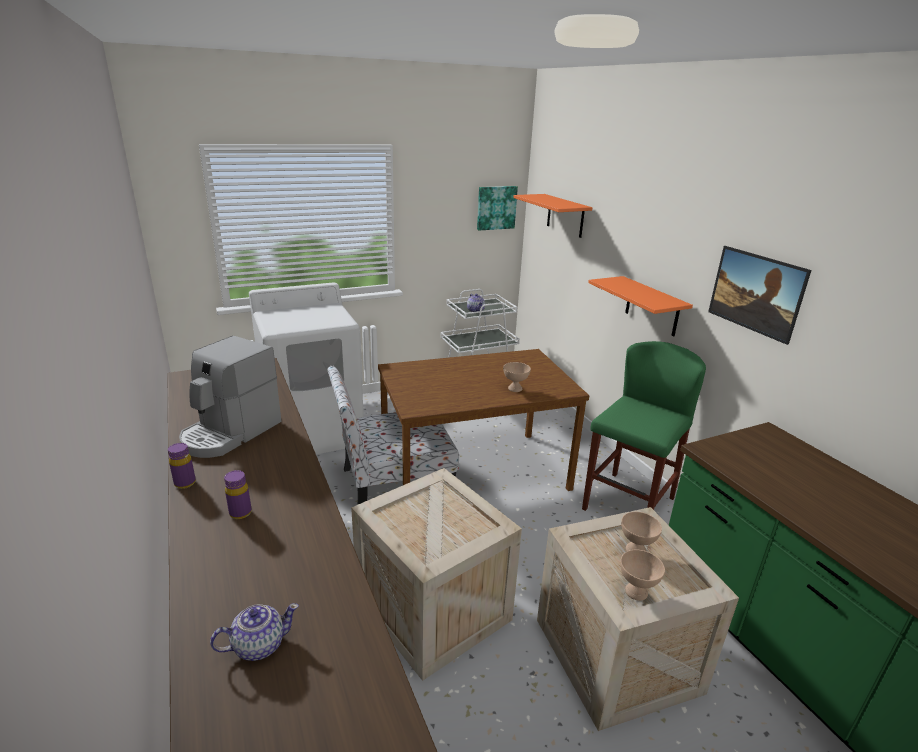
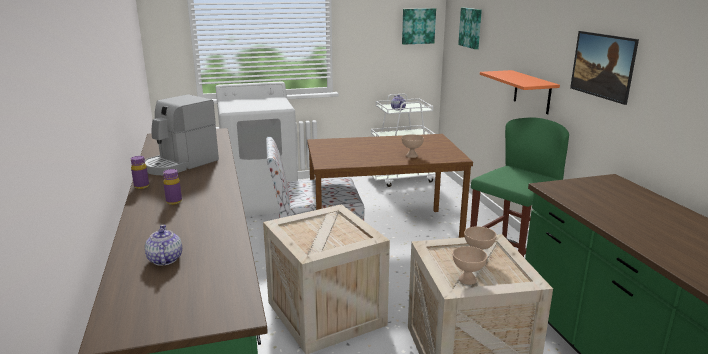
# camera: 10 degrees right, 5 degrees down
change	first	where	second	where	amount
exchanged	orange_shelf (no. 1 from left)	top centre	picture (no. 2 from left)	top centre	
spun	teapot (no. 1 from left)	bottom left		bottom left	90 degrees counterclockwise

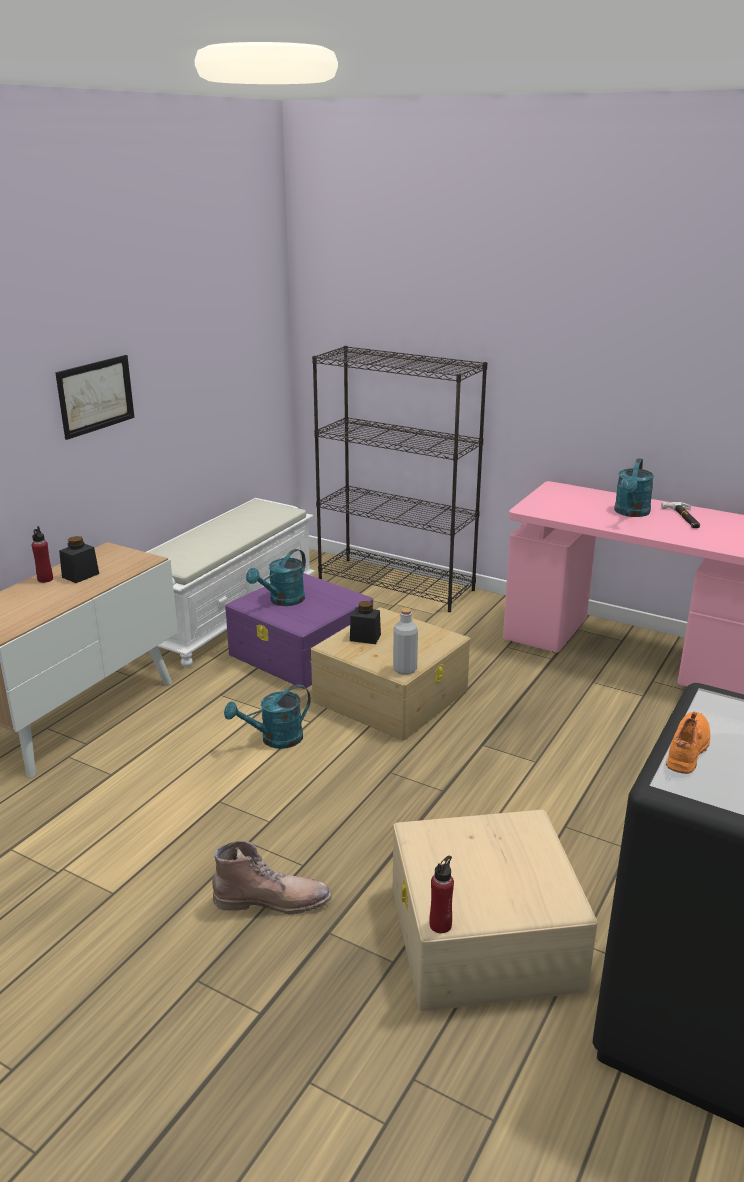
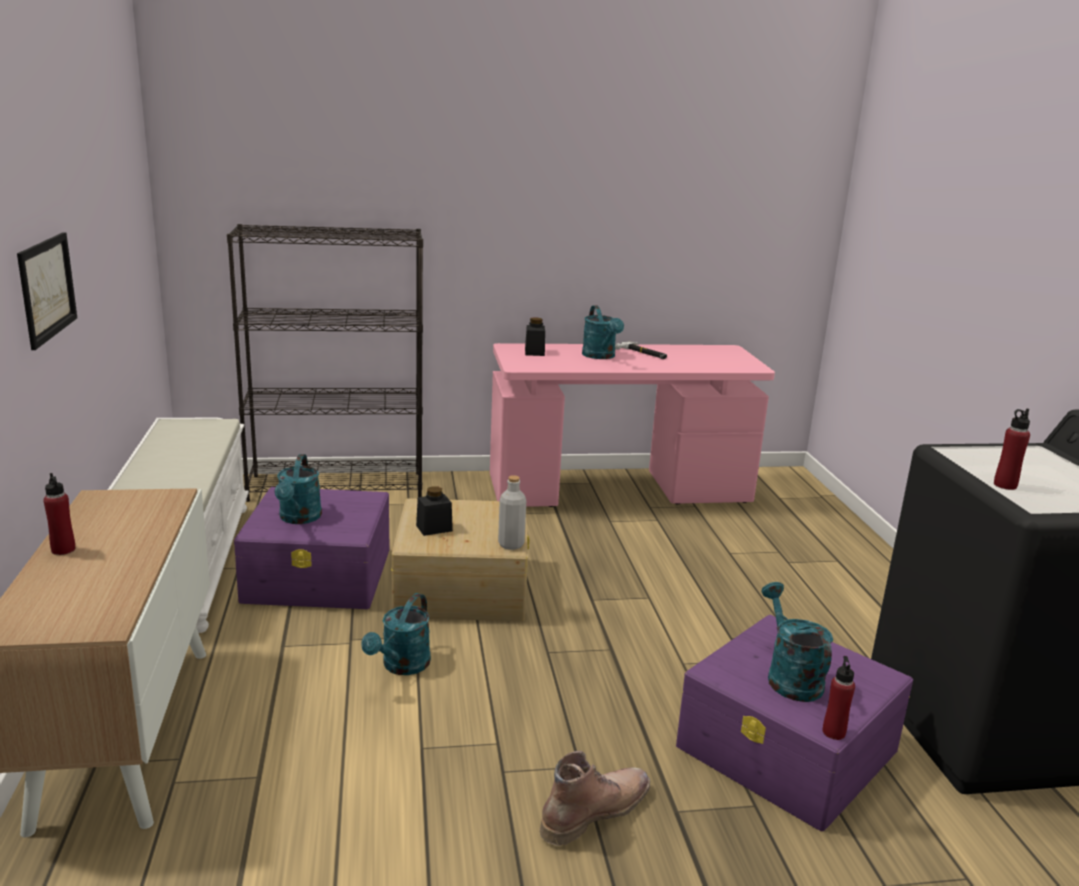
# camera: 40 degrees left, 5 degrees down
change	first	where	second	where	amount
relocated	black_jar (no. 1 from left in the first image)	middle left	black_jar (no. 2 from left)	centre	
exchanged	orange_shoe	middle right	red_bottle (no. 3 from left)	middle right	
colour	beige_storage_box (no. 2 from left)	bottom centre	purple_storage_box (no. 2 from left)	bottom right	
appeared			turquoise_watering_can (no. 4 from left)	bottom right	

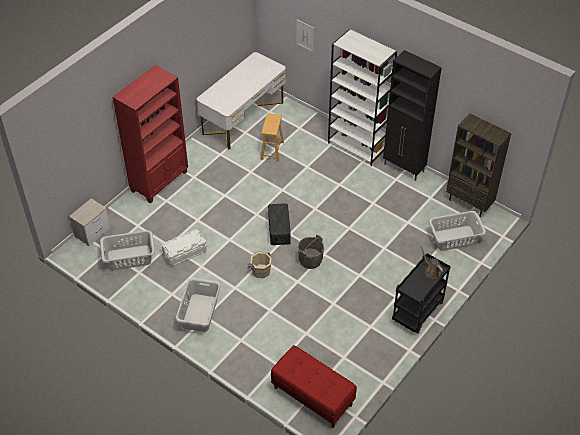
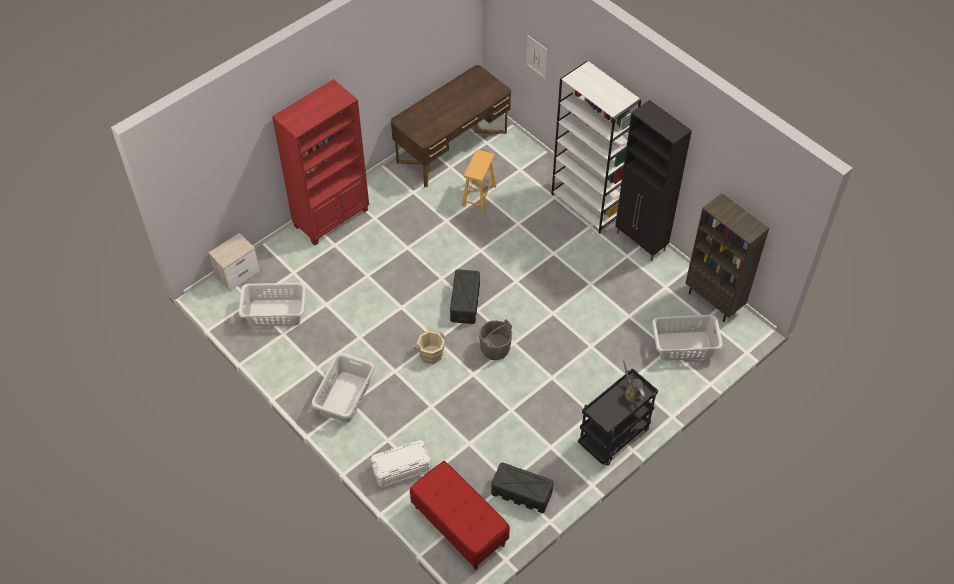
# camera: 10 degrees right, 5 degrees up
change	first	where	second	where	amount
colour	white_desk	top centre	brown_desk	top centre	
relocated	white_storage_box	middle left		bottom centre	
appeared			black_storage_box (no. 2 from left)	bottom centre	

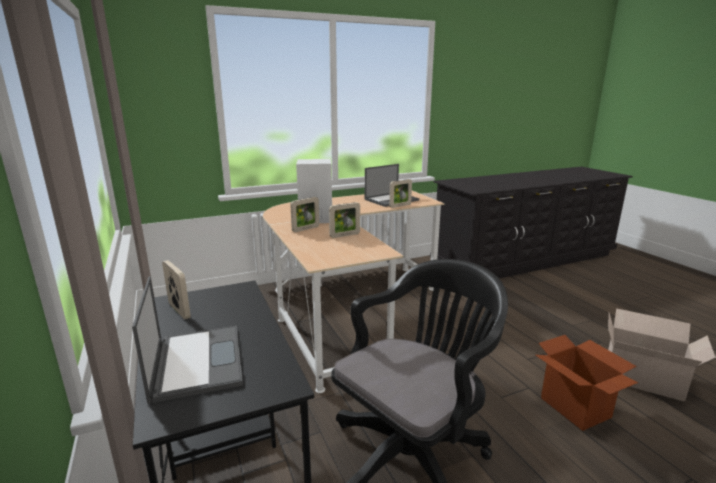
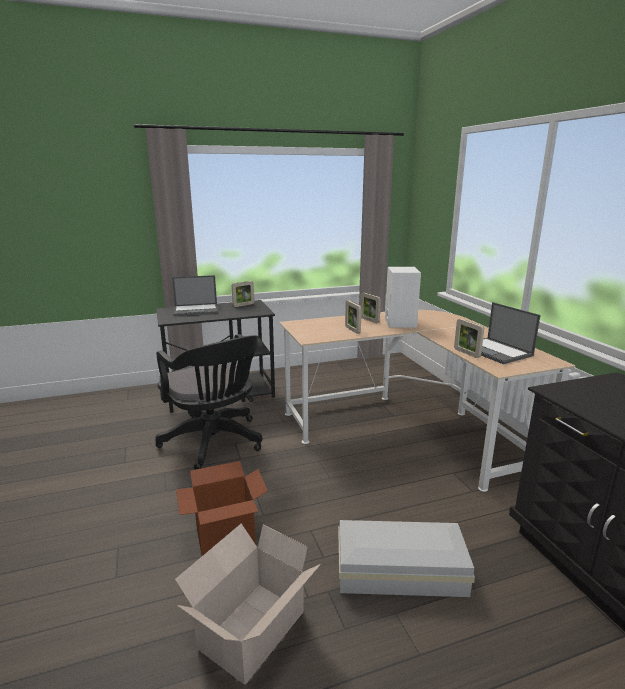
# camera: 95 degrees right, 0 degrees up
change	first	where	second	where	amount
appeared			white_storage_box	bottom centre	

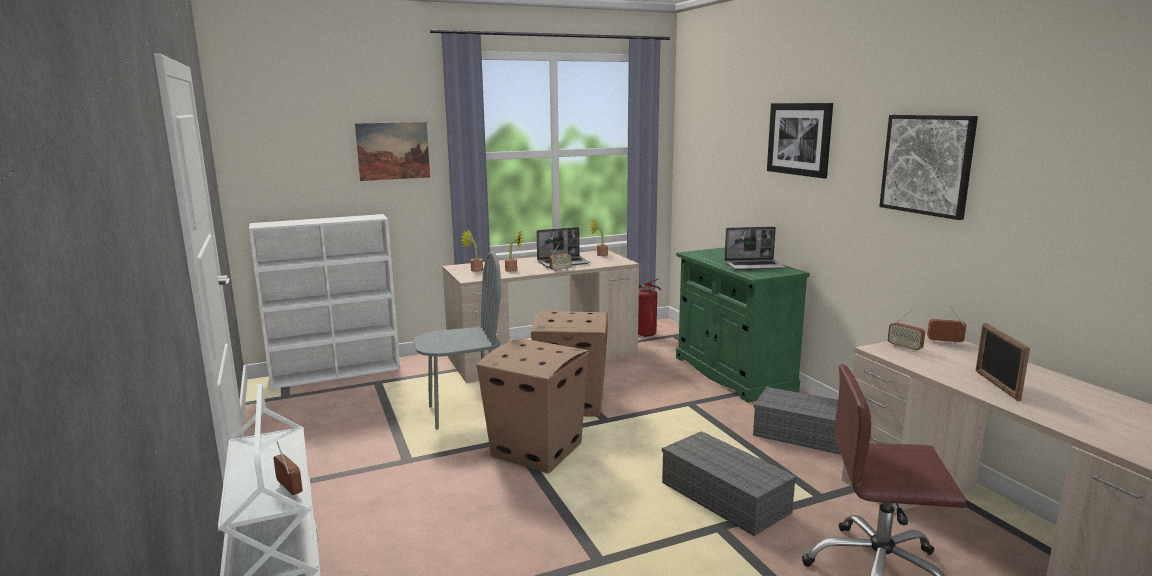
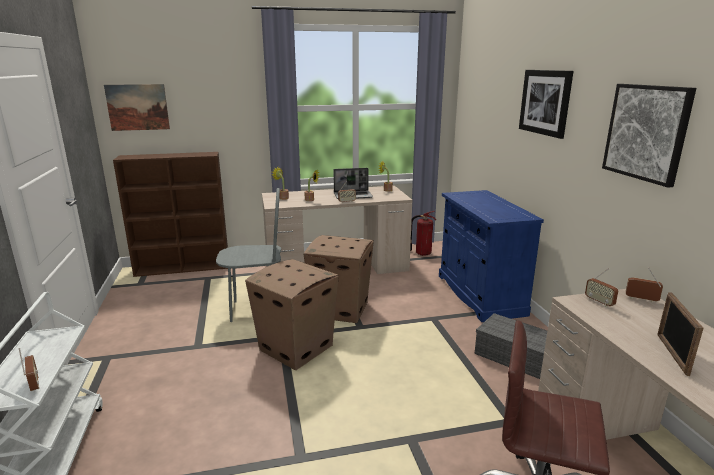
# camera: 10 degrees right, 5 degrees up
change	first	where	second	where	amount
relocated	picture (no. 1 from left)	top centre		top left	
colour	white_bookcase	middle left	brown_bookcase	middle left	
missing	laptop (no. 2 from left)	centre			
colour	green_cabinet	centre	blue_cabinet	middle right	
missing	grey_storage_box (no. 1 from left)	bottom centre			

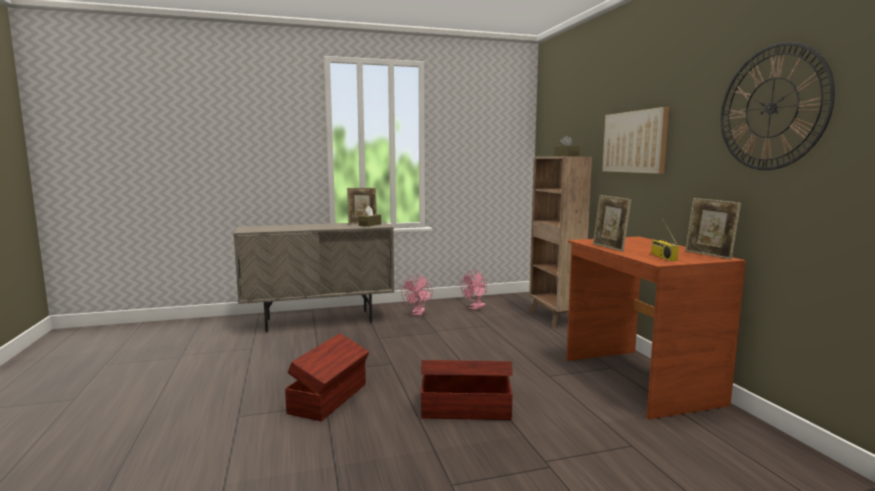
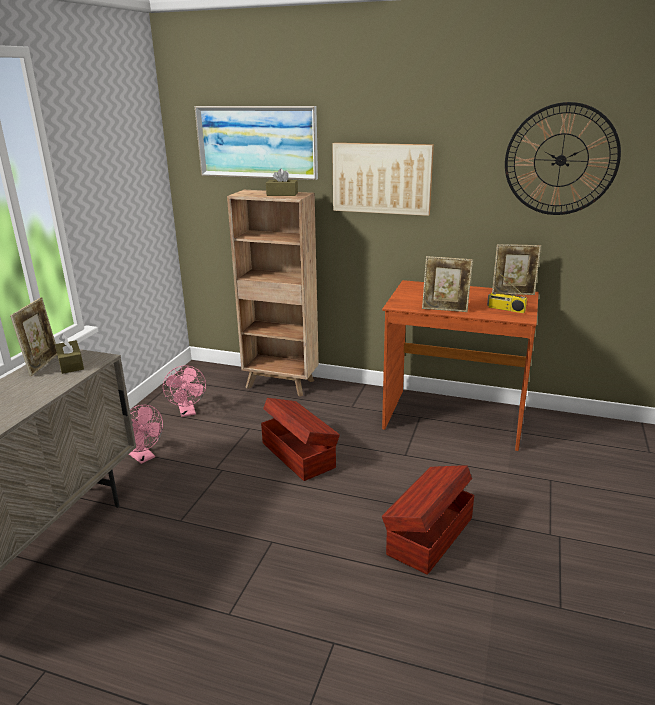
# camera: 55 degrees left, 15 degrees up
change	first	where	second	where	amount
relocated	brown_storage_box (no. 1 from left)	bottom centre		centre	
appeared			picture (no. 1 from left)	top centre	

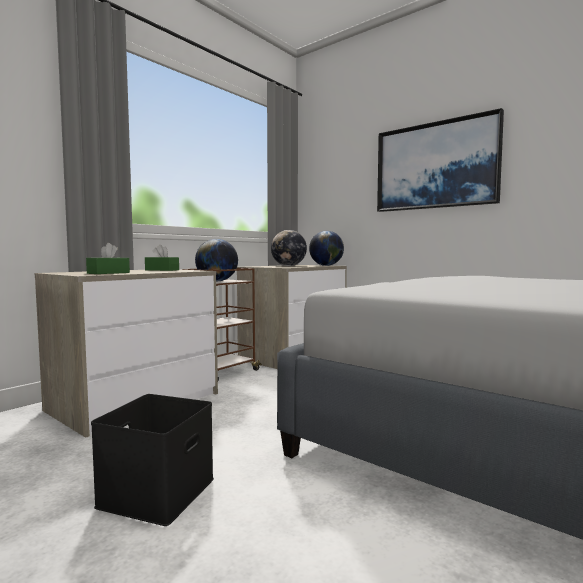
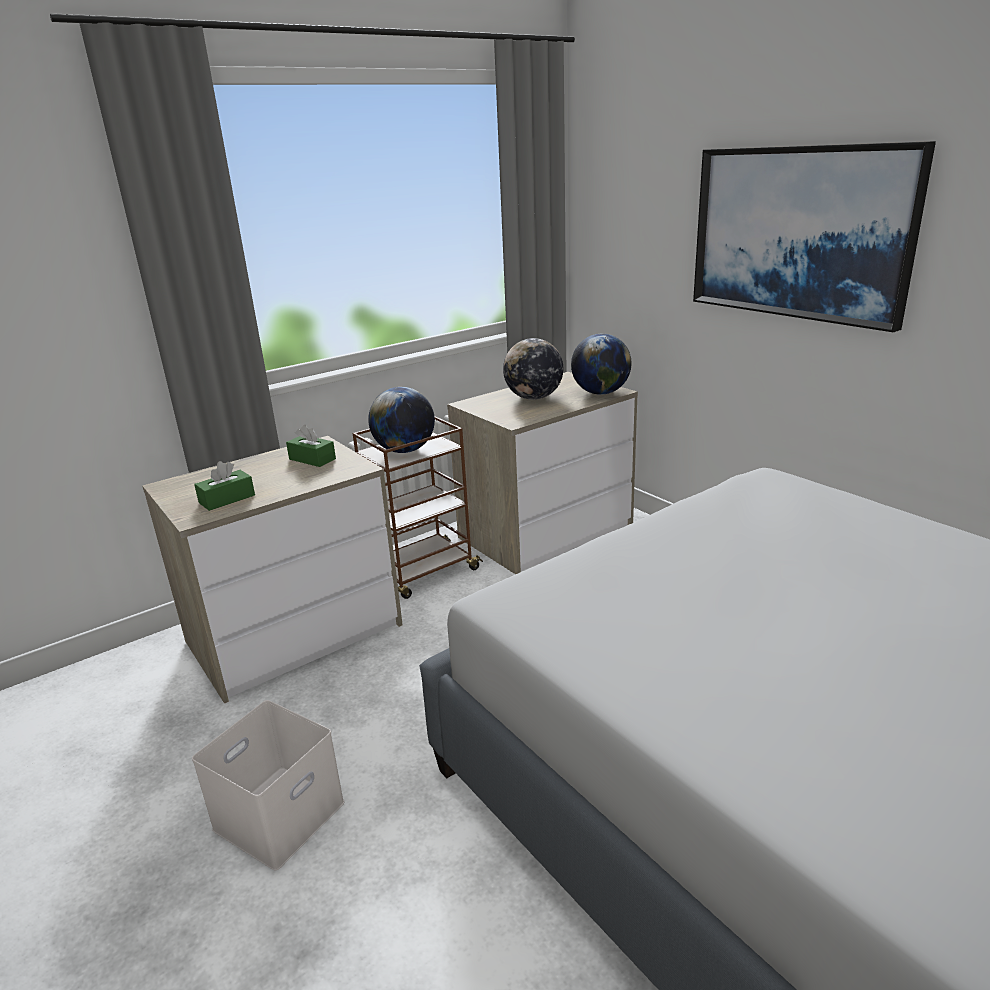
# camera: 15 degrees right, 20 degrees up
change	first	where	second	where	amount
colour	black_storage_box	bottom left	white_storage_box	bottom left	

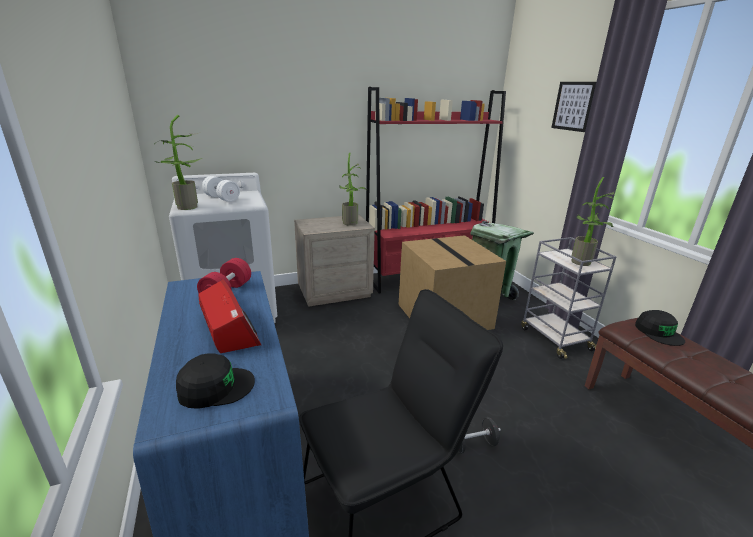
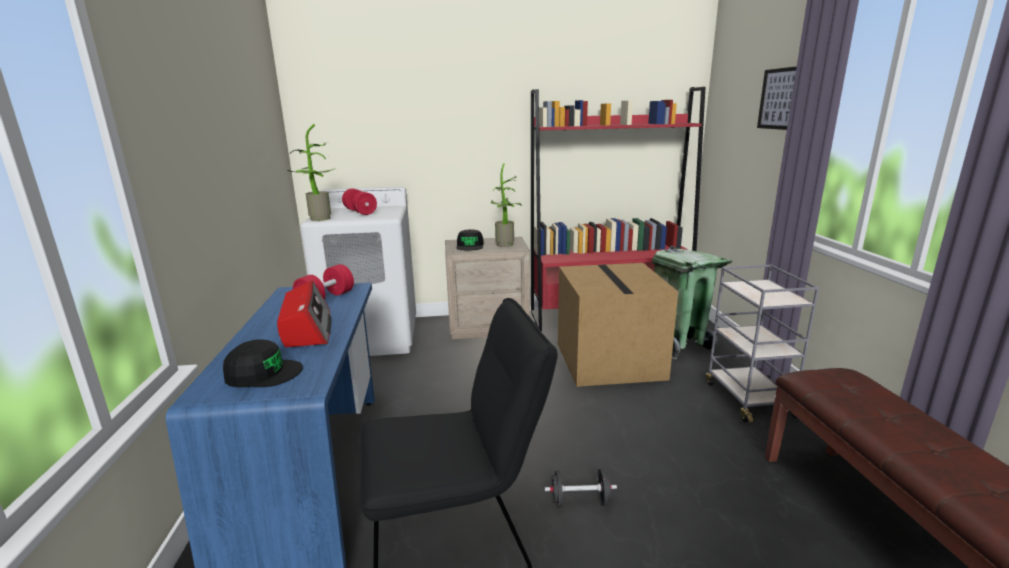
# camera: 15 degrees right, 5 degrees down
change	first	where	second	where	amount
colour	white_dumbbell	middle left	red_dumbbell (no. 2 from left)	centre	
missing	potted_plant (no. 3 from left)	middle right			
relocated	black_cap (no. 2 from left)	middle right		centre	

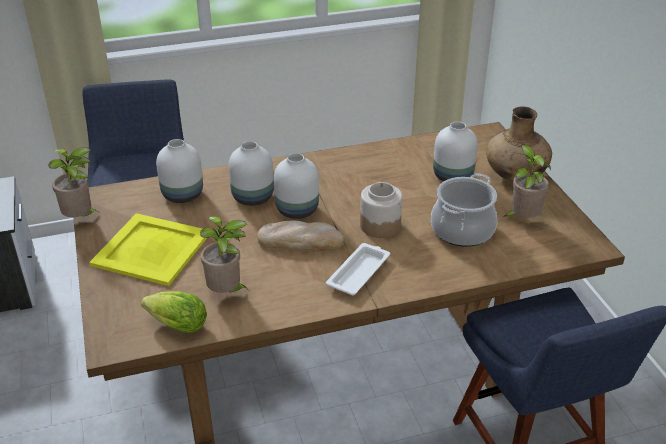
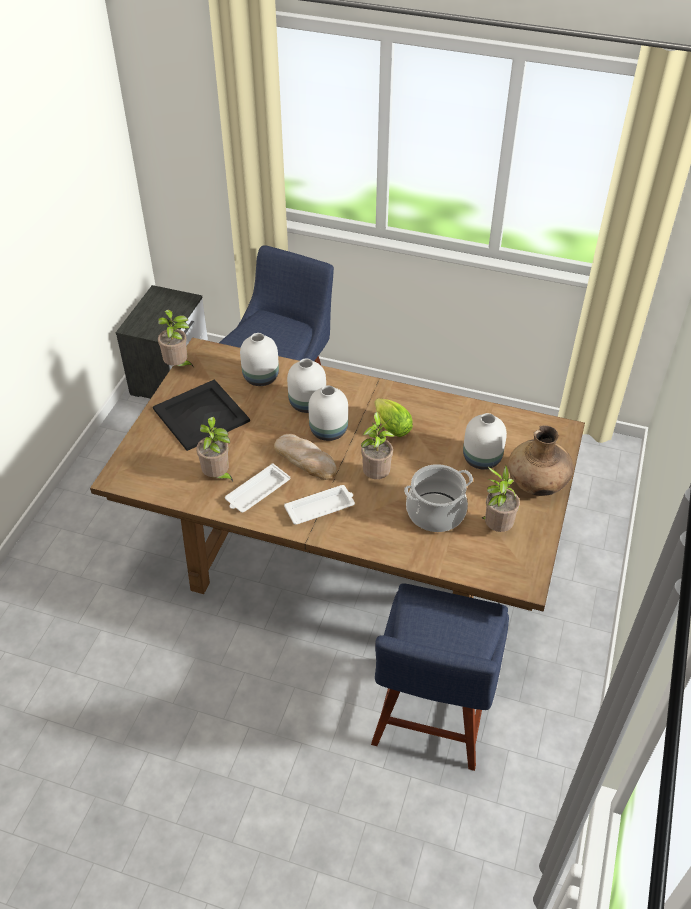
# camera: 35 degrees right, 10 degrees up
change	first	where	second	where	amount
exchanged	jar	centre	potted_plant (no. 3 from left)	centre	
colour	yellow_tray	middle left	black_tray	middle left	
relocated	lettuce	bottom left		centre	
appeared			white_tray (no. 1 from left)	centre	

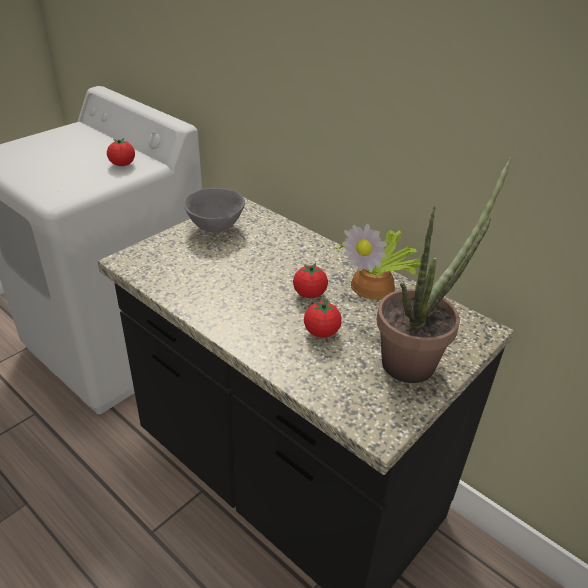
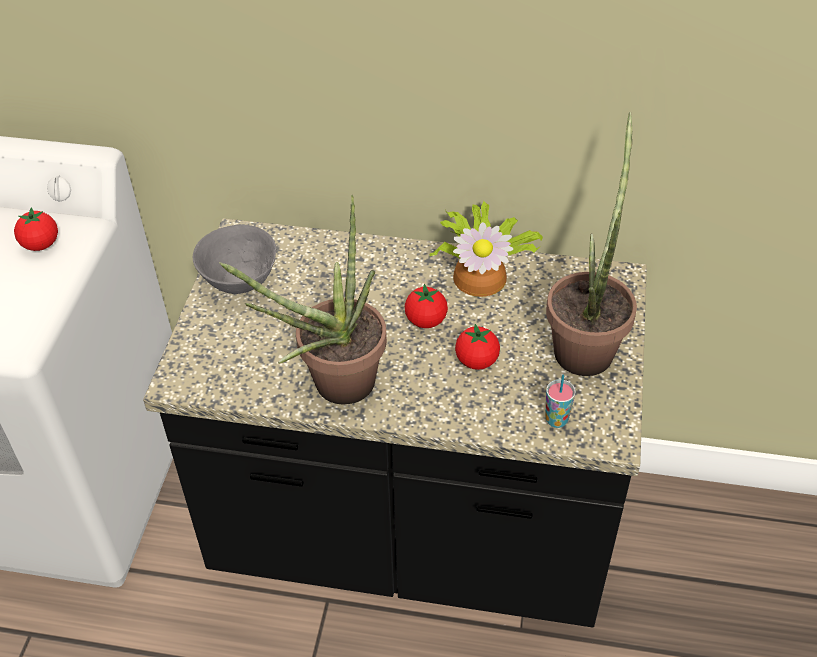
# camera: 30 degrees left, 10 degrees up
change	first	where	second	where	amount
appeared			potted_plant (no. 1 from left)	centre	
appeared			cup	middle right	

